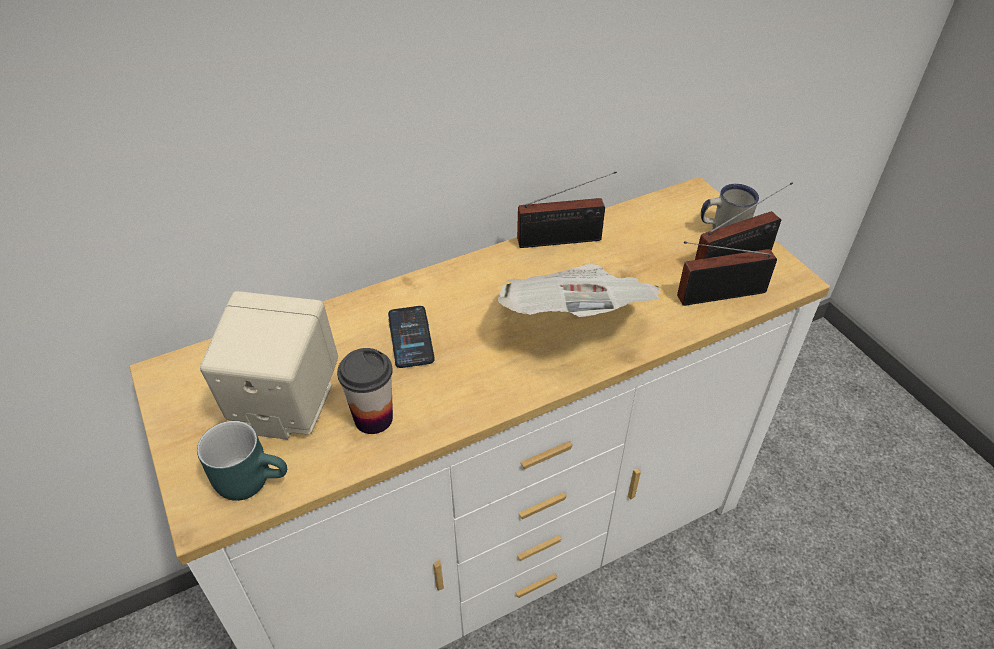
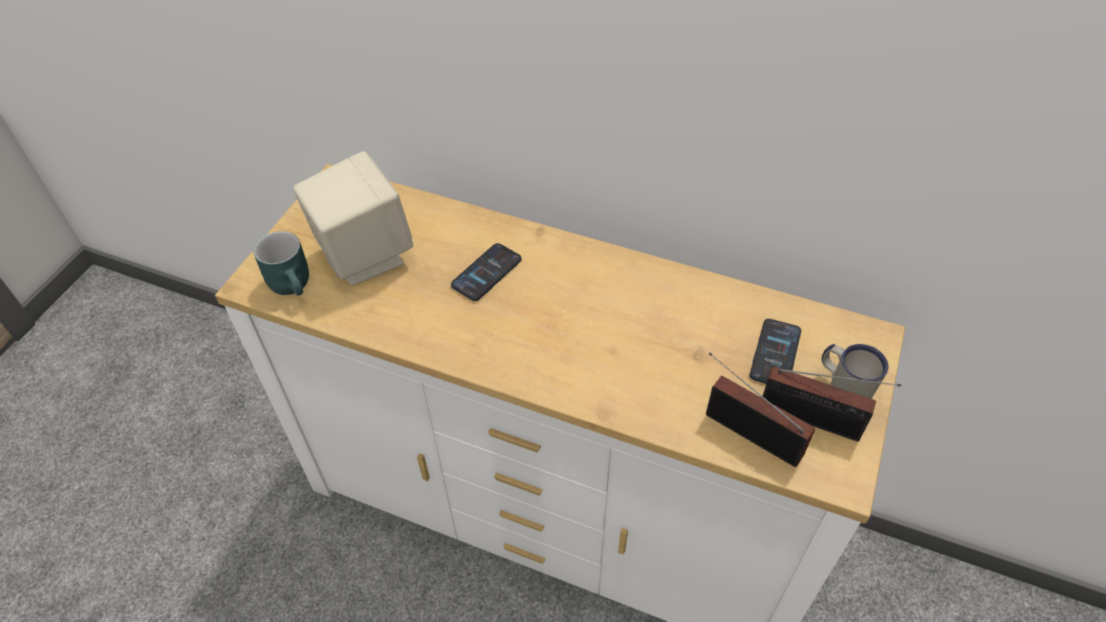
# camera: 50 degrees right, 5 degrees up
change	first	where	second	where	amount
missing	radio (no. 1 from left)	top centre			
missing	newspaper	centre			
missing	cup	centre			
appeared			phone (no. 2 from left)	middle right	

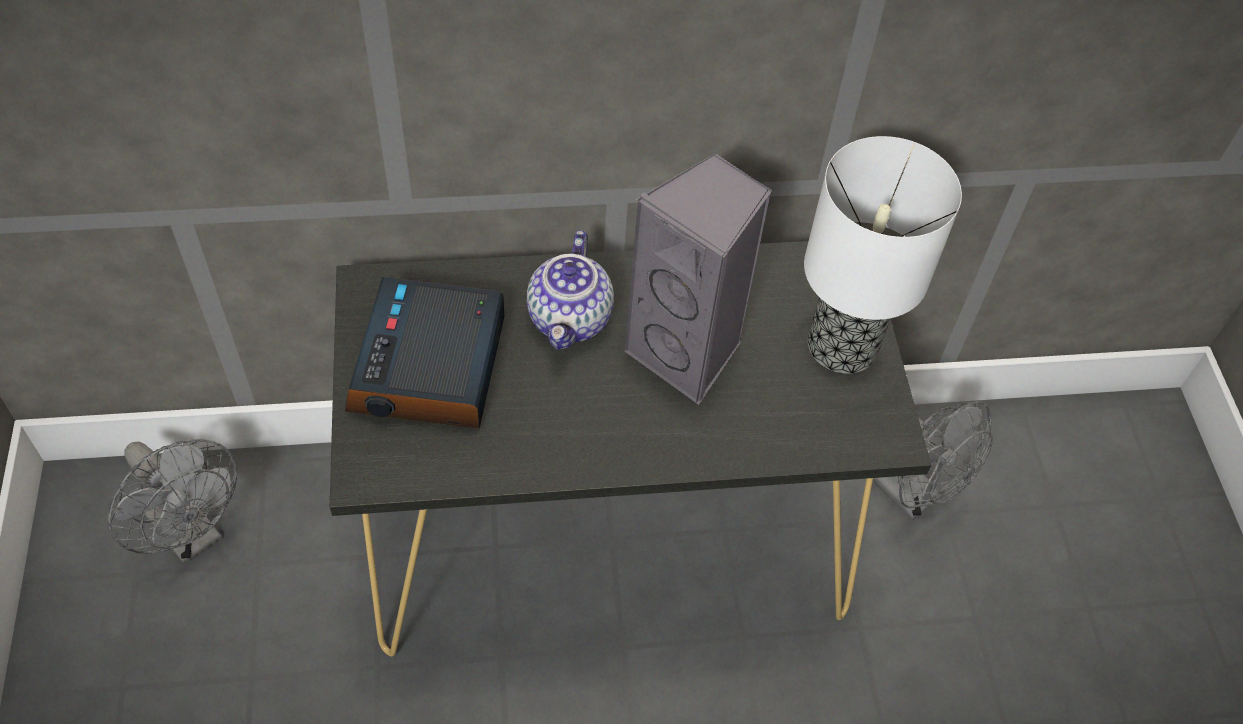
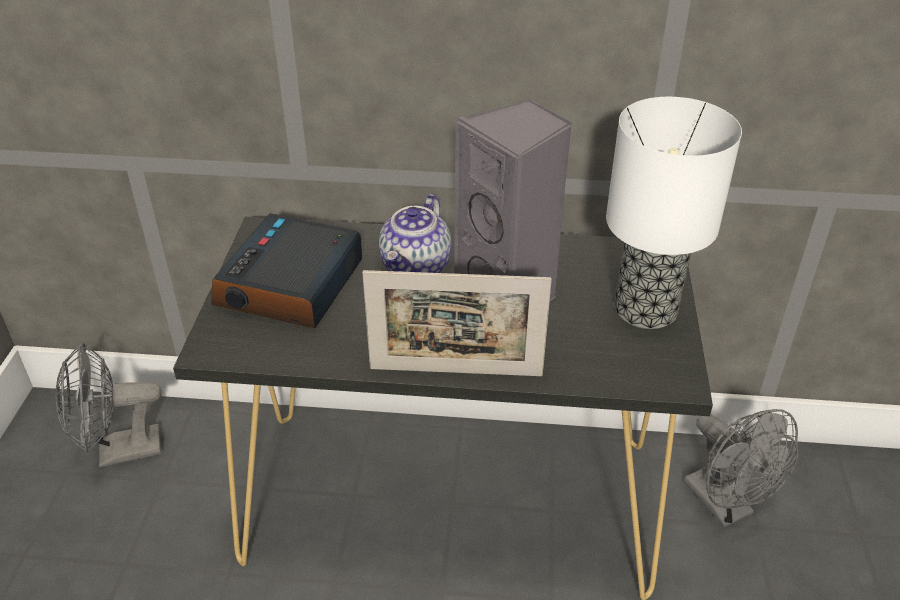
# camera: 15 degrees right, 15 degrees down
change	first	where	second	where	amount
spun	grey_fan (no. 1 from left)	bottom left		bottom left	105 degrees clockwise
appeared			picture_frame	centre	

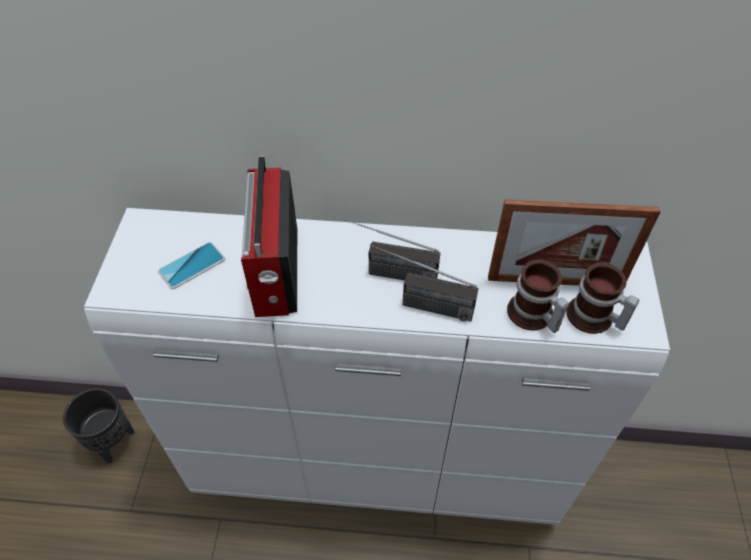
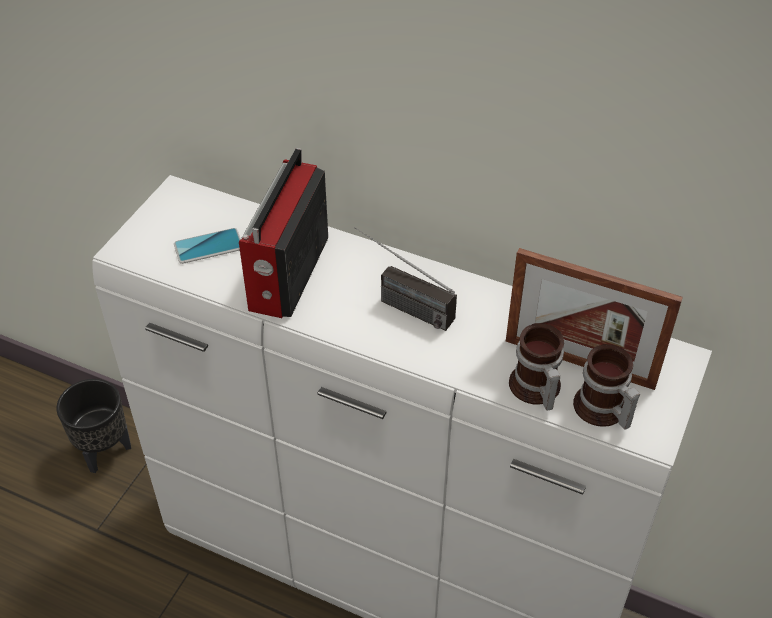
# camera: 20 degrees right, 5 degrees down
change	first	where	second	where	amount
missing	radio (no. 3 from left)	centre			

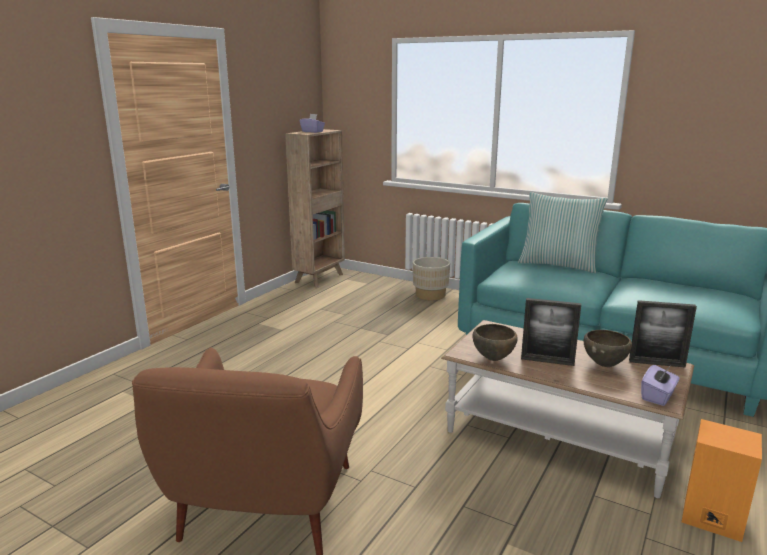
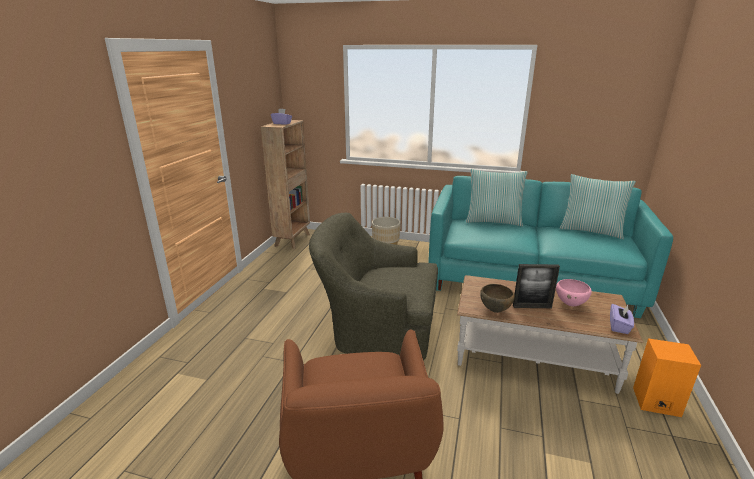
# camera: 15 degrees left, 5 degrees up
change	first	where	second	where	amount
missing	picture_frame (no. 2 from left)	middle right			
colour	brown_bowl (no. 2 from left)	middle right	pink_bowl	middle right	
appeared			pillow (no. 2 from left)	middle right	
appeared			green_armchair	centre	

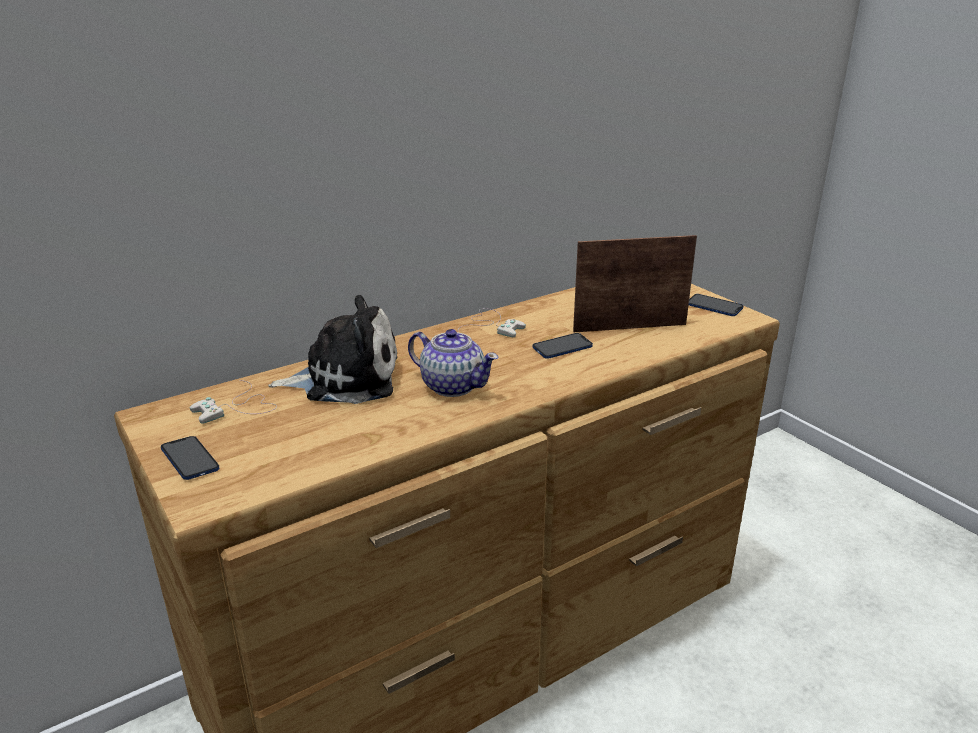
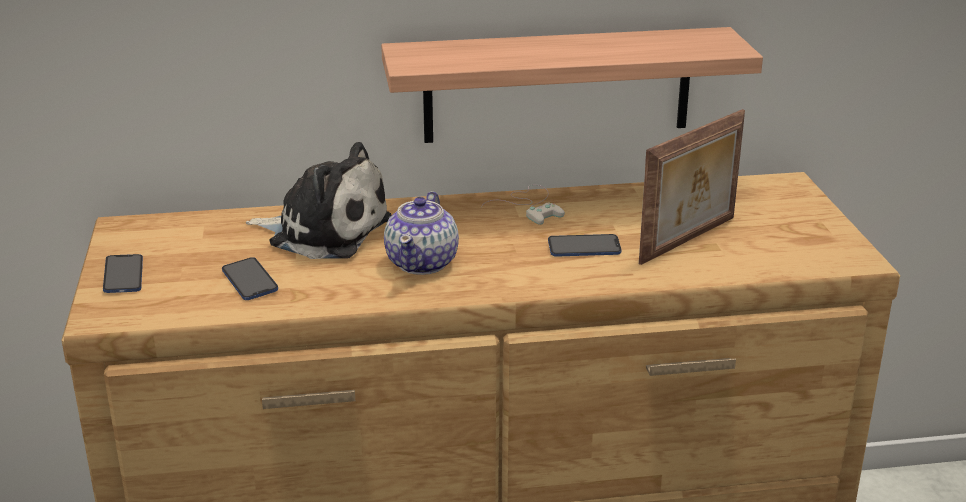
# camera: 25 degrees right, 0 degrees up
change	first	where	second	where	amount
spun	picture_frame	centre		middle right	120 degrees clockwise
relocated	phone (no. 3 from left in the first image)	middle right	phone (no. 2 from left)	middle left	
spun	teapot	centre		centre	45 degrees clockwise
missing	white_game_controller (no. 1 from left)	middle left			
appeared			shelf	top centre	

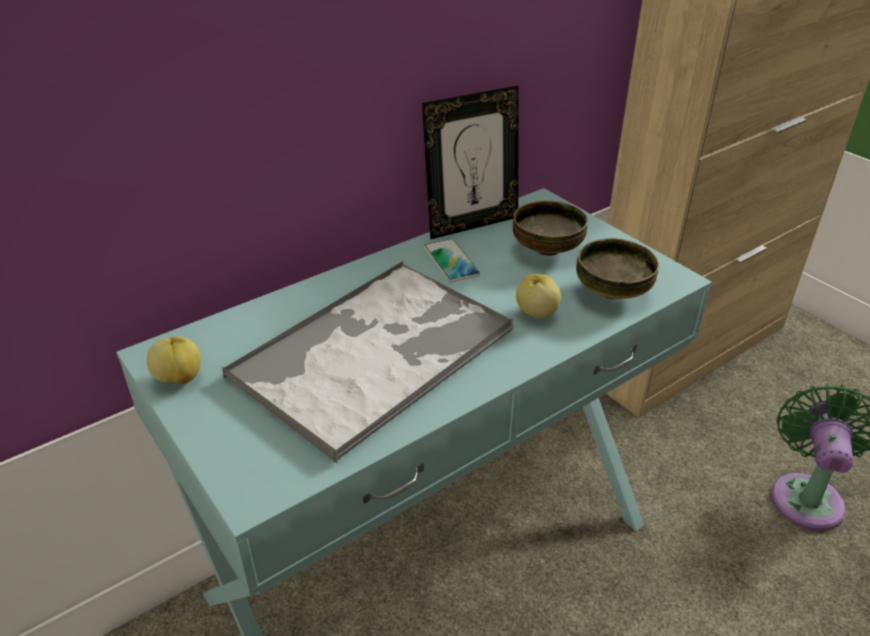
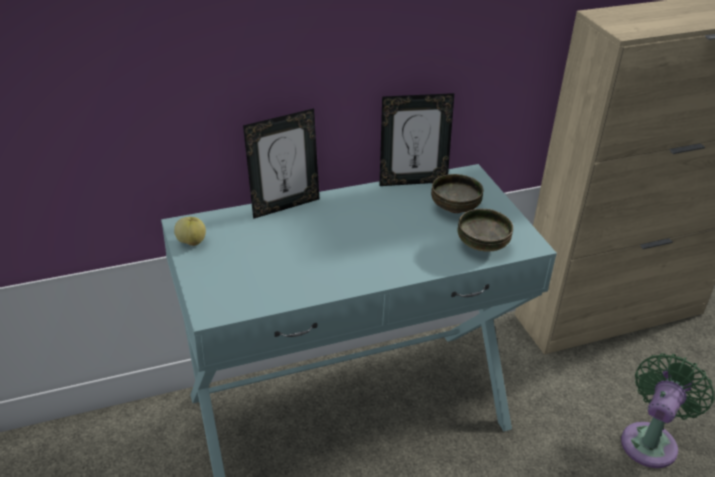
# camera: 15 degrees right, 0 degrees up
change	first	where	second	where	amount
missing	phone	centre			
missing	tray	centre			
missing	apple (no. 2 from left)	centre			
appeared			picture_frame (no. 1 from left)	centre	

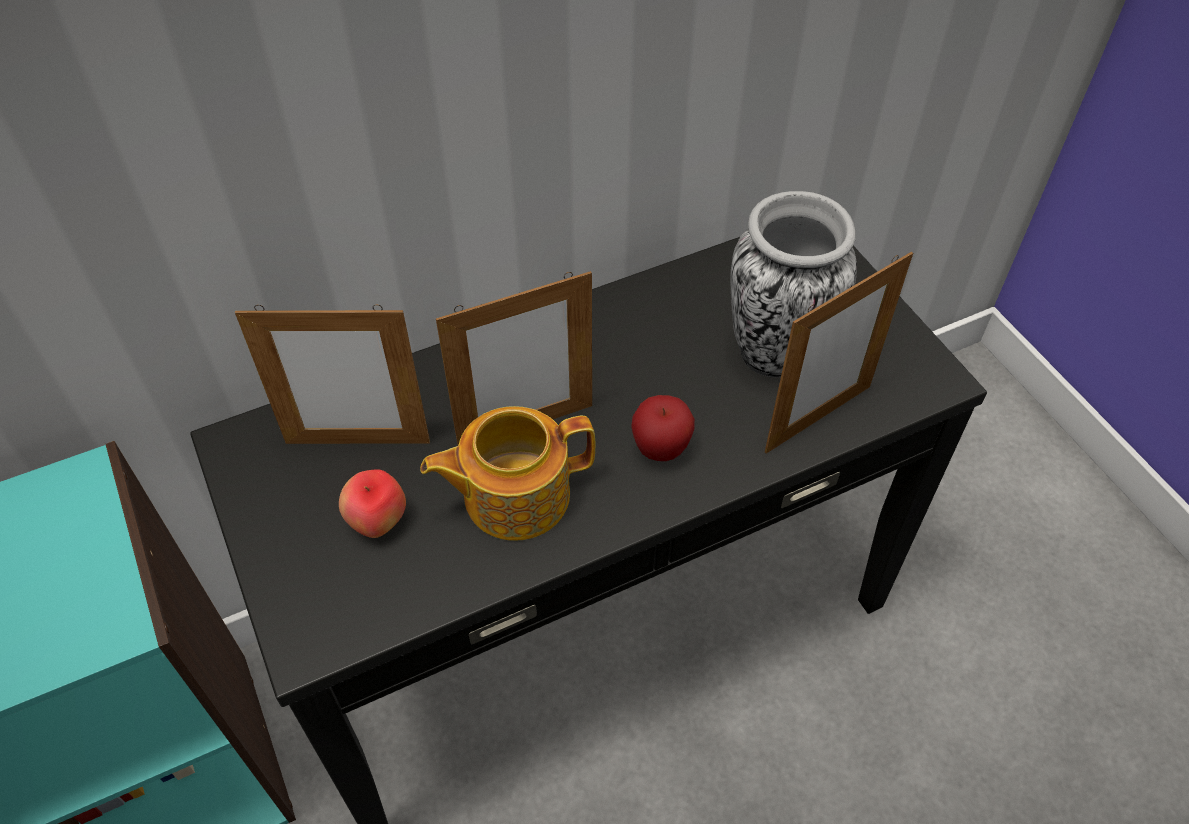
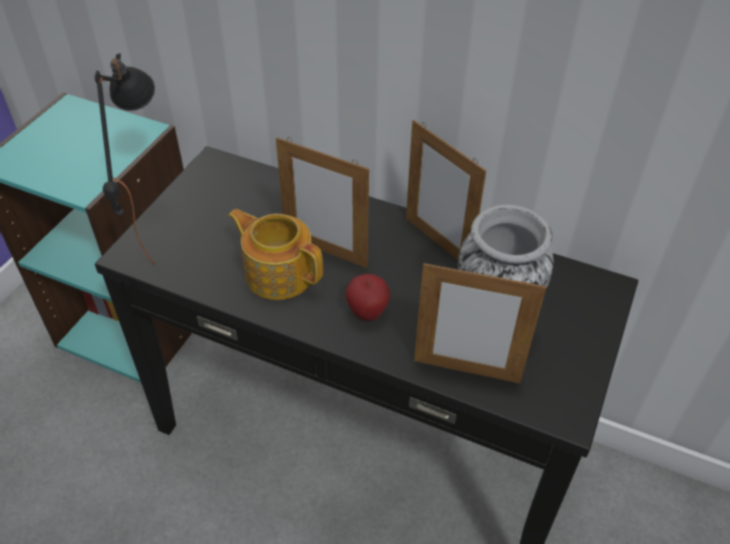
# camera: 50 degrees right, 5 degrees down
change	first	where	second	where	amount
relocated	picture_frame (no. 1 from left in the first image)	middle left	picture_frame (no. 2 from left)	centre	
missing	apple (no. 1 from left)	middle left			
appeared			black_table_lamp	top left	

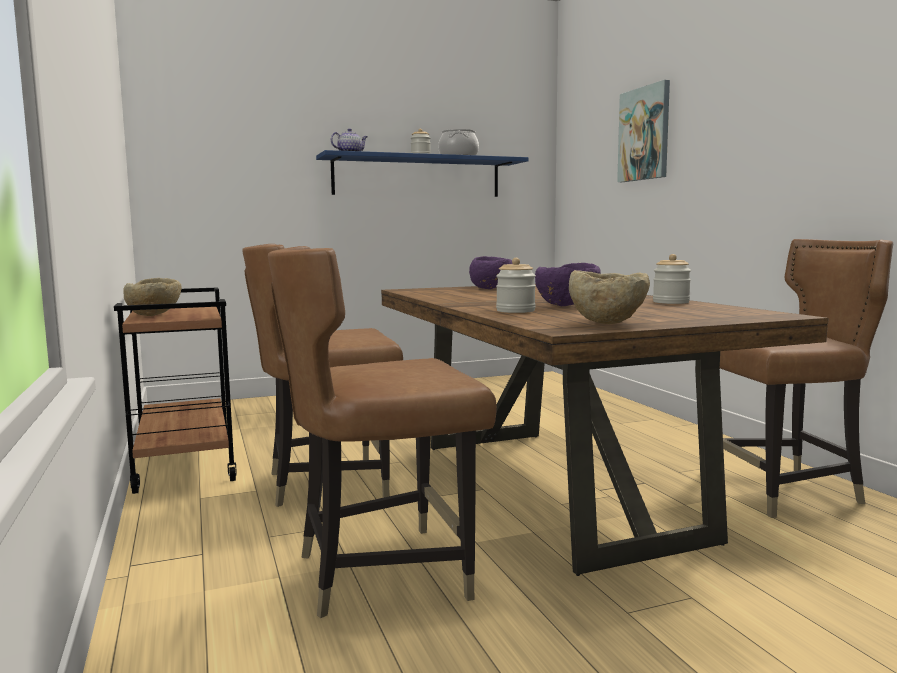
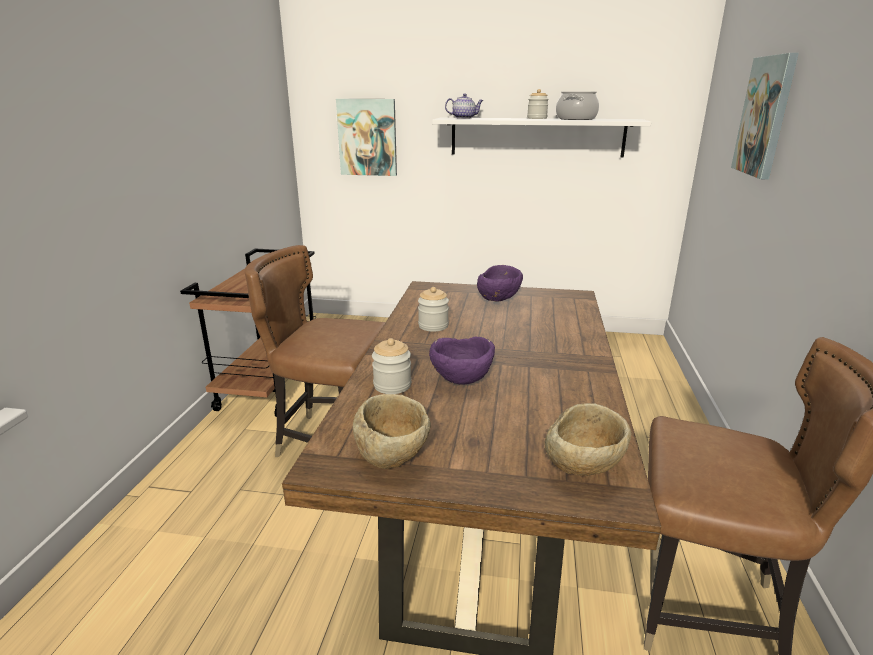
# camera: 30 degrees right, 15 degrees up
change	first	where	second	where	amount
colour	blue_shelf	top centre	white_shelf	top centre	
missing	brown_chair (no. 2 from left)	centre			
relocated	jar (no. 3 from left in the first image)	middle right	jar (no. 2 from left)	centre	
relocated	beige_bowl (no. 1 from left in the first image)	middle left	beige_bowl (no. 2 from left)	bottom right	
appeared			picture (no. 1 from left)	top centre	

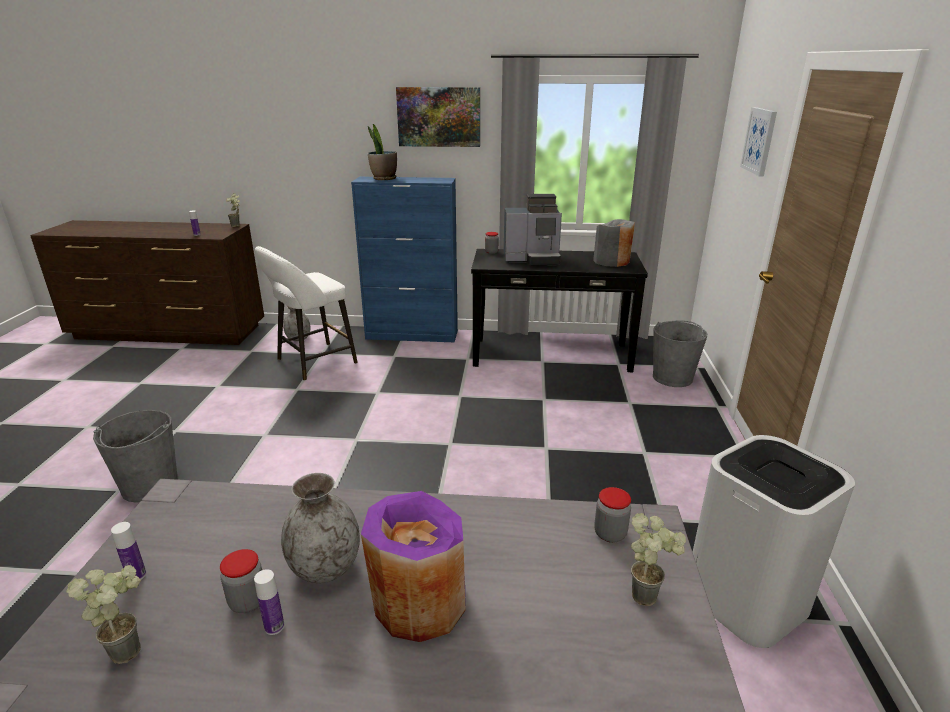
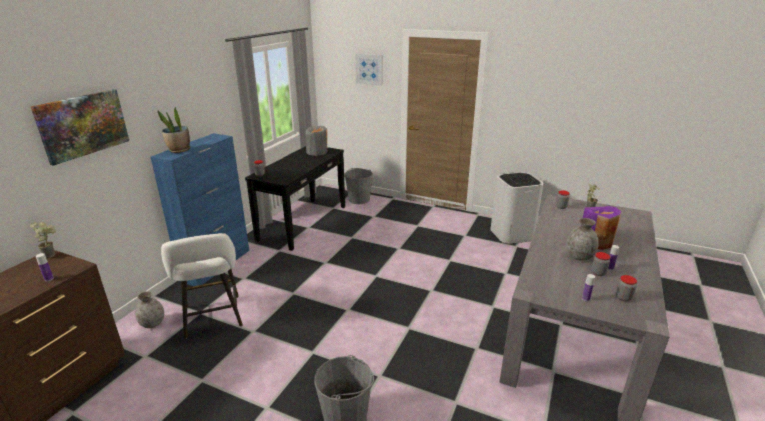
# camera: 70 degrees left, 0 degrees up
change	first	where	second	where	amount
relocated	picture (no. 1 from left)	top centre		top left	
missing	coffee_machine	top centre			
exchanged	potted_plant (no. 1 from left)	bottom left	jar (no. 4 from left)	bottom right	

